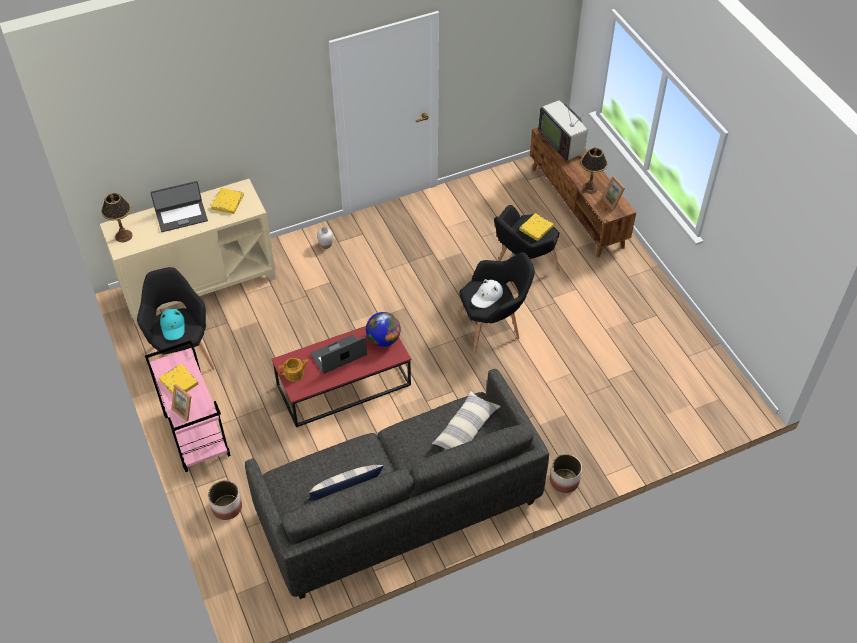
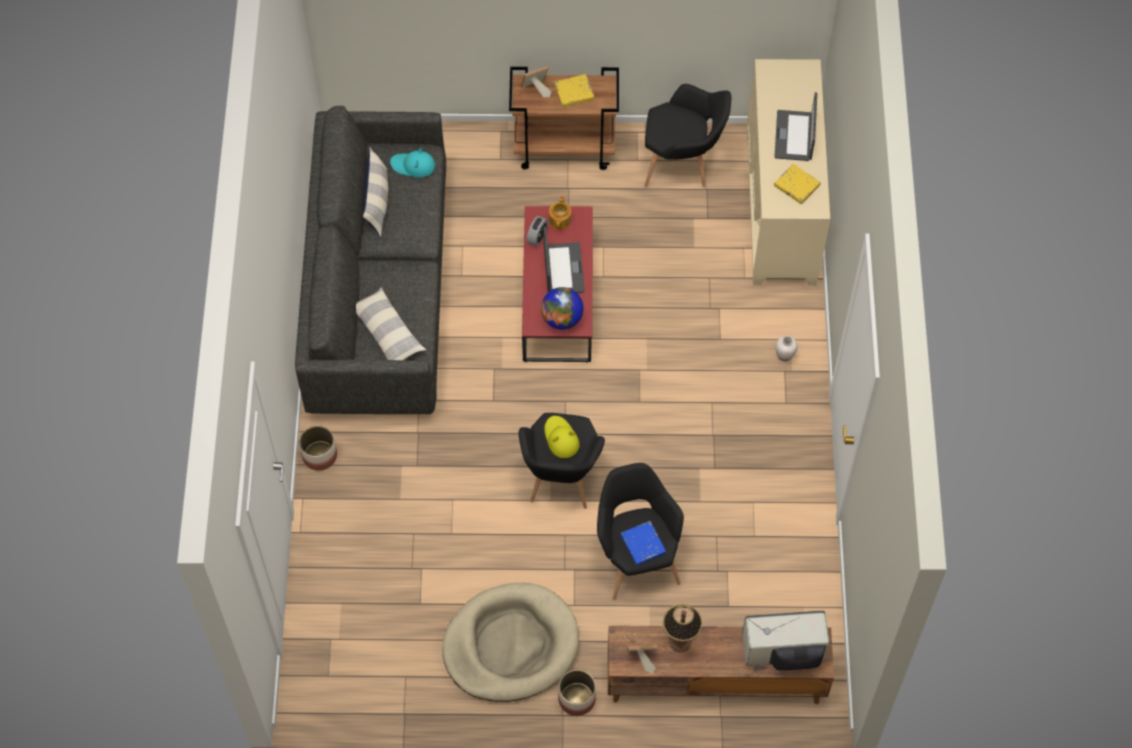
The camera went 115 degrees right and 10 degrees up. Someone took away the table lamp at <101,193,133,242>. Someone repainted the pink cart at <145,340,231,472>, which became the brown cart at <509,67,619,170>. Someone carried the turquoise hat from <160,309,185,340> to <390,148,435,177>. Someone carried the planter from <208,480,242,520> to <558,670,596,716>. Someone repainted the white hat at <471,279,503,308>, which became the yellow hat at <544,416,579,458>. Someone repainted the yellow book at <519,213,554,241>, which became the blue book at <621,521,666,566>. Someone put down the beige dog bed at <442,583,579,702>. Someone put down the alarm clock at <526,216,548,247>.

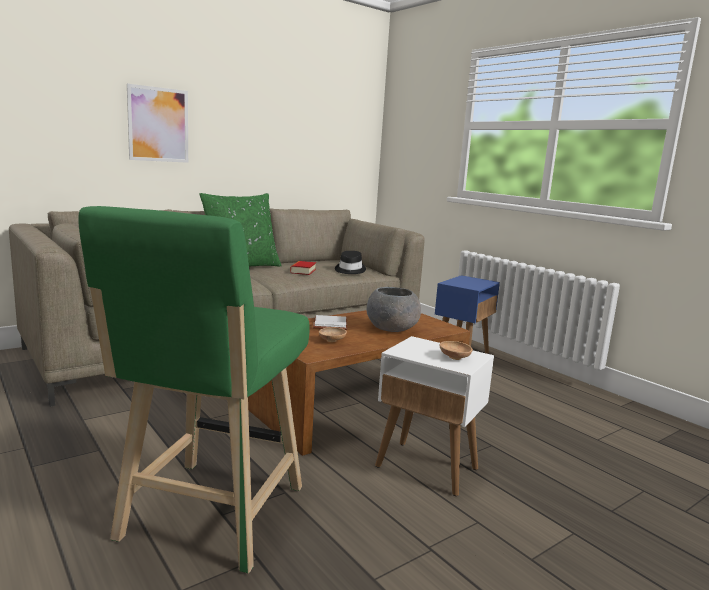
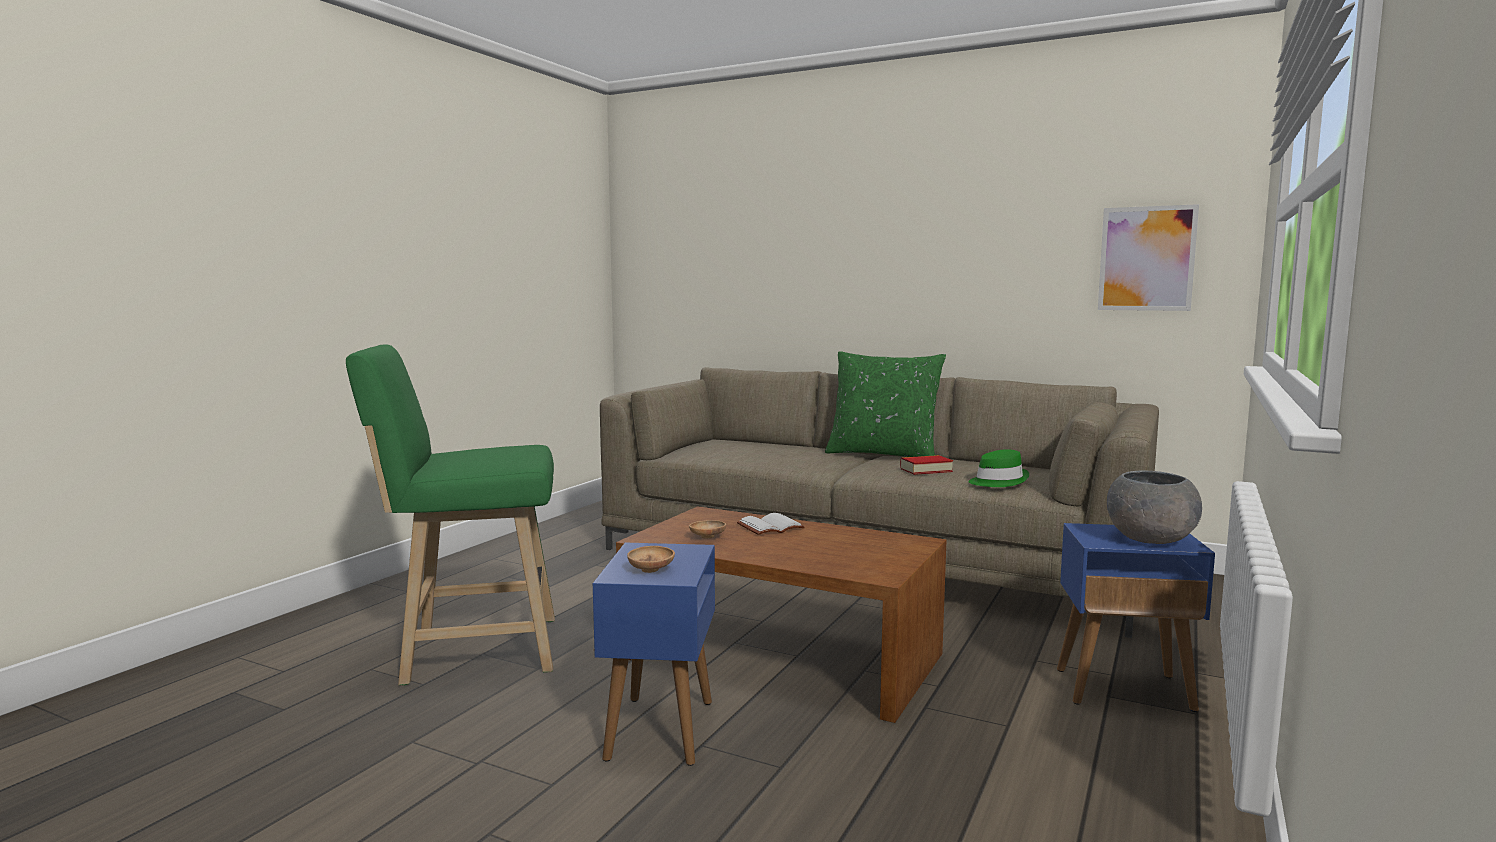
The camera went 65 degrees right and 5 degrees down. Someone carried the picture from <127,84,188,163> to <1098,204,1199,311>. Someone repainted the black hat at <335,251,366,274>, which became the green hat at <969,449,1029,487>. Someone carried the grey bowl from <366,287,421,332> to <1107,470,1202,544>. Someone repainted the white side table at <375,336,494,496>, which became the blue side table at <593,543,715,766>.

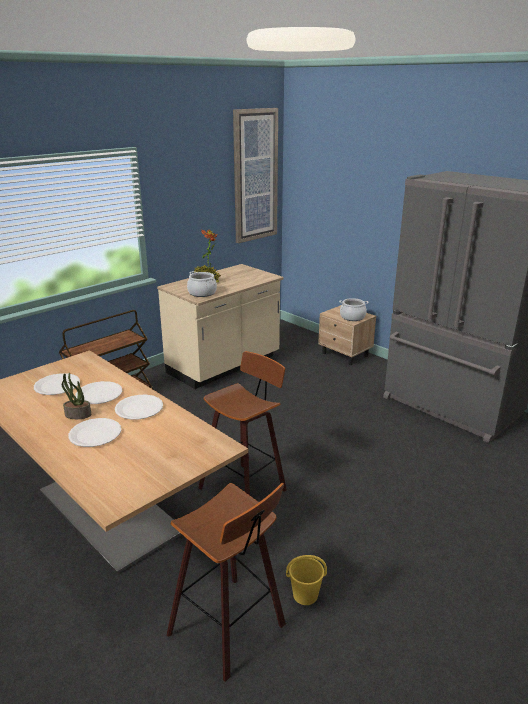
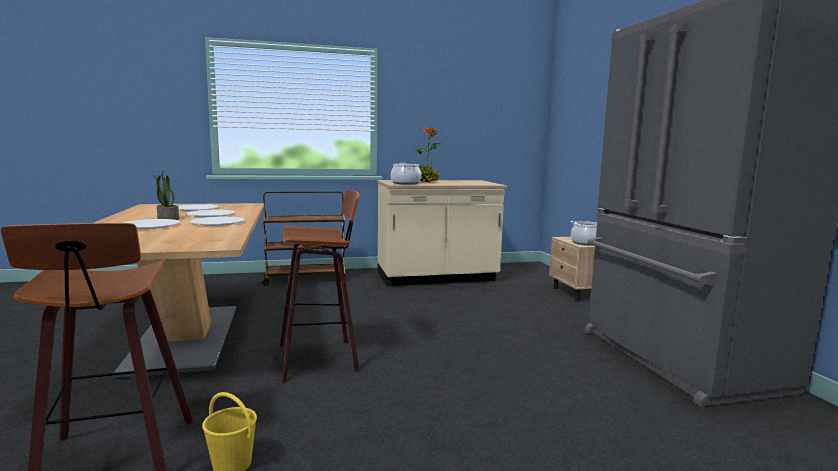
The camera went 30 degrees right and 15 degrees down. Someone took away the picture at <233,108,278,243>.

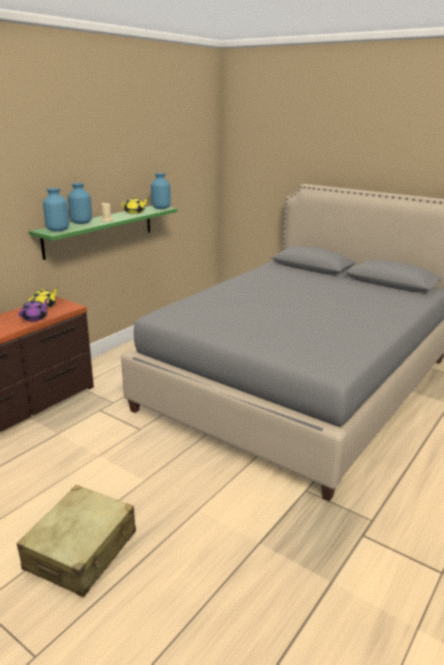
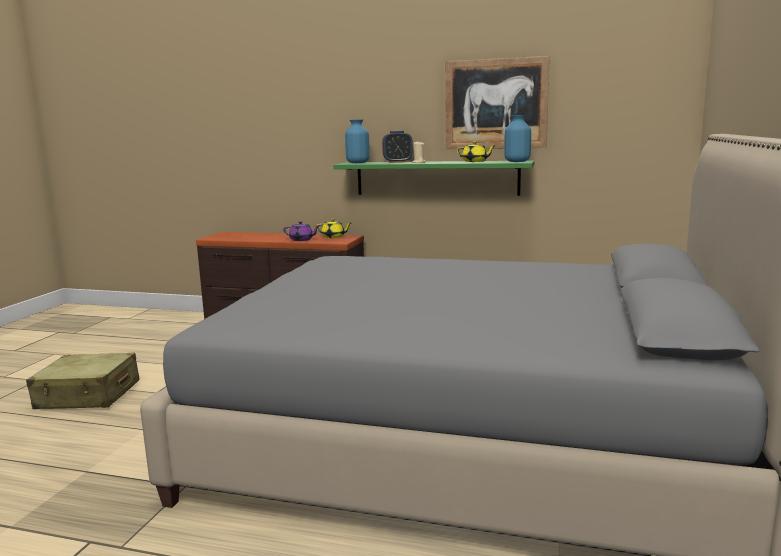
The camera went 70 degrees right and 10 degrees down. Someone swapped the blue vase at <68,183,92,224> for the alarm clock at <382,131,413,163>. Someone put up the picture at <445,56,550,149>.

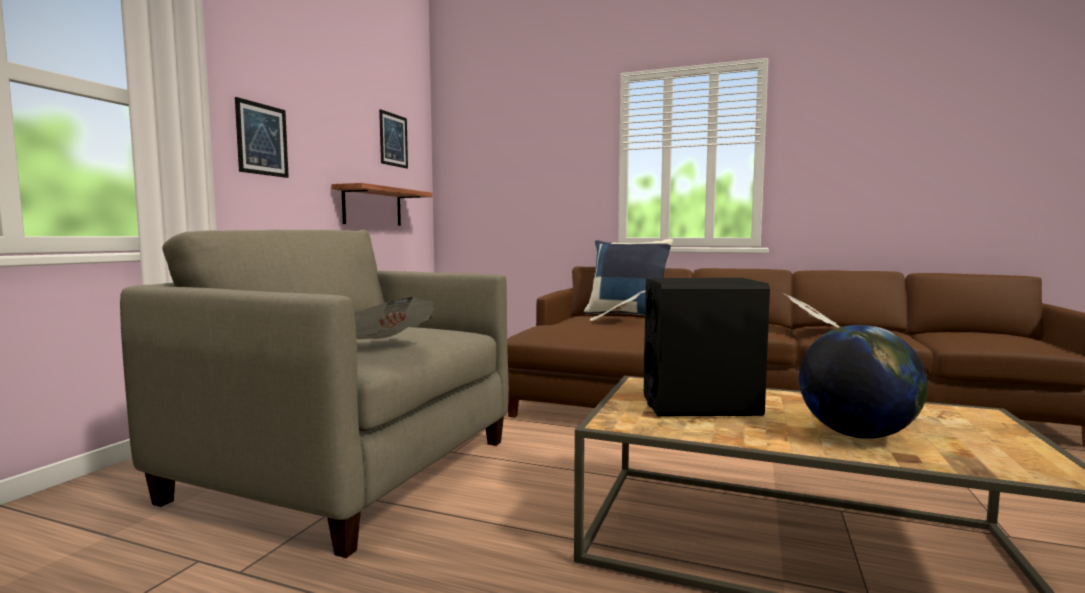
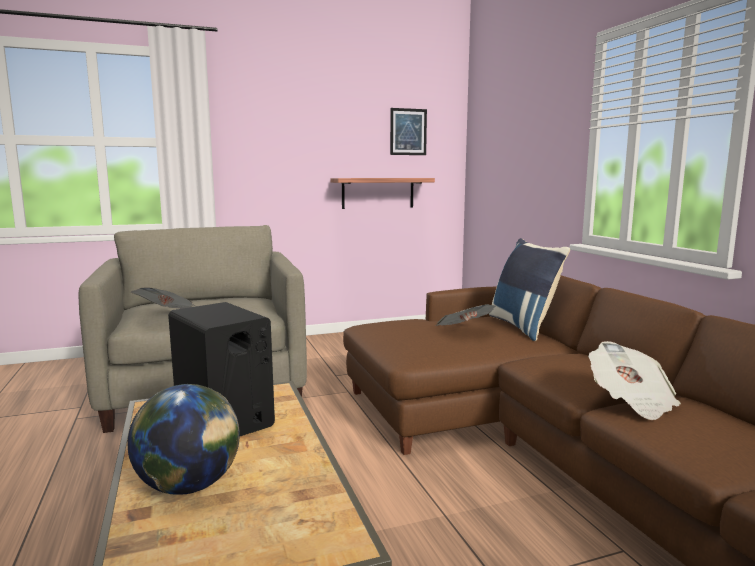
The camera went 50 degrees right and 5 degrees up. Someone took away the picture at <235,97,289,178>.

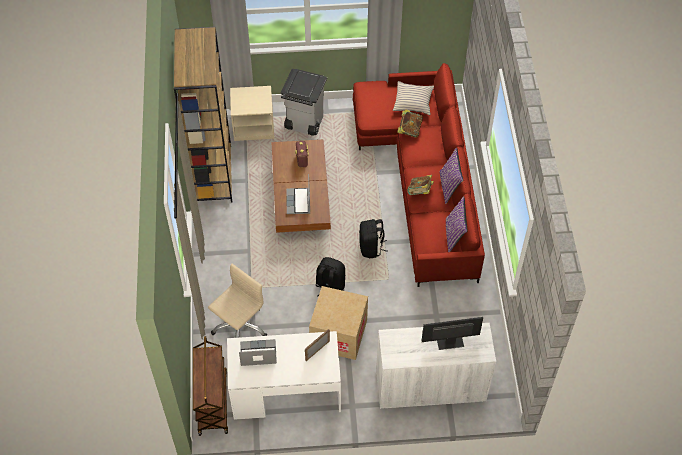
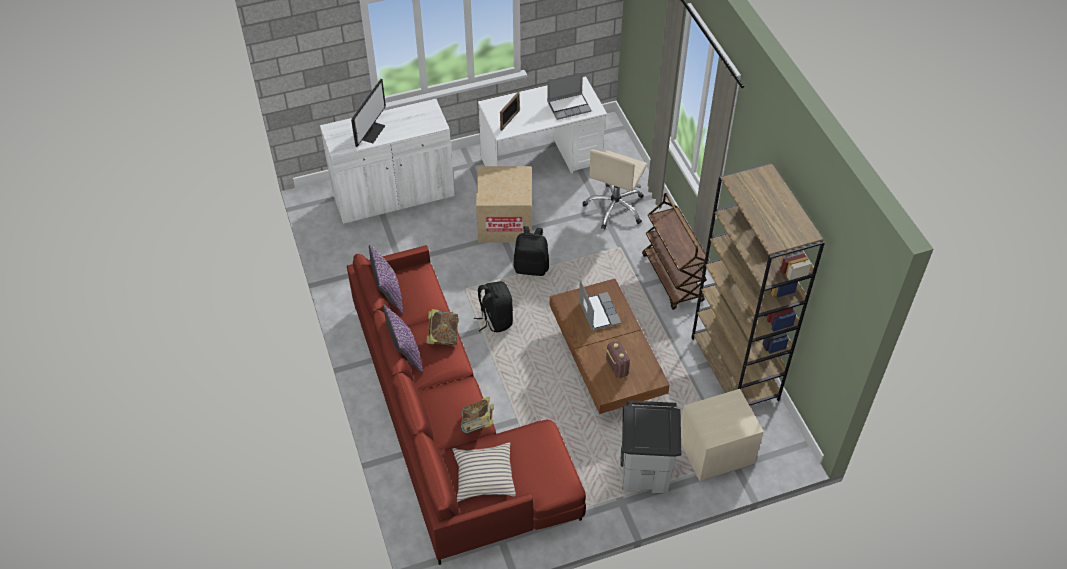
The camera went 165 degrees right and 5 degrees down. Someone carried the brown cart from <193,336,228,436> to <642,193,710,310>. Someone rotated the monitor at <422,317,483,350> by 45 degrees counterclockwise.

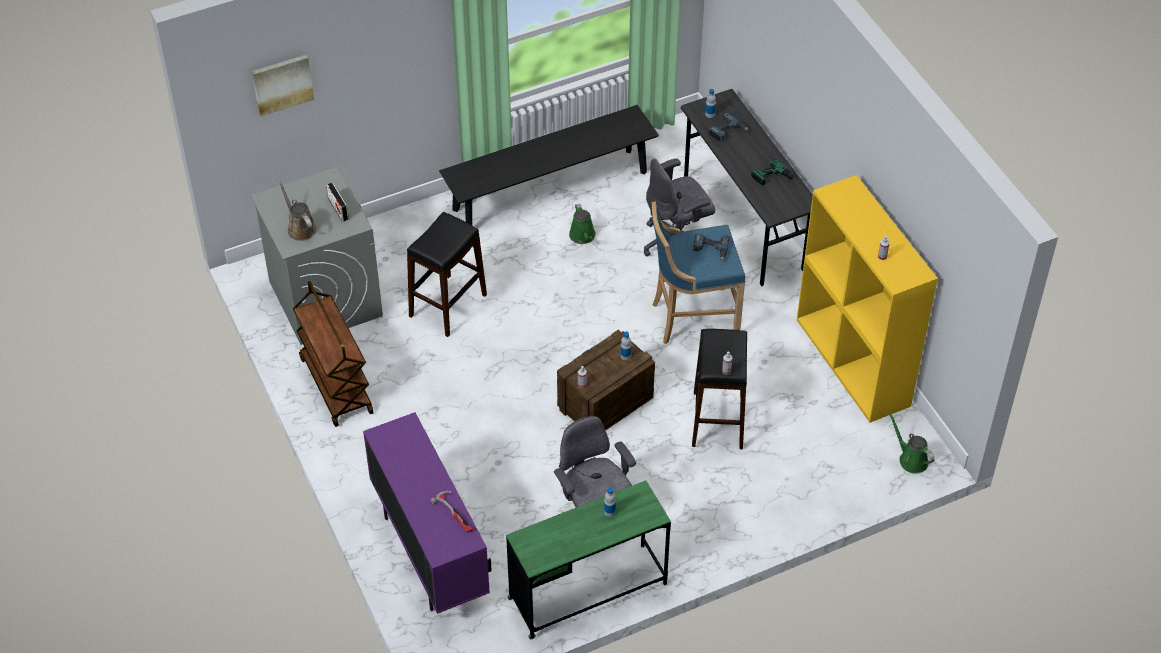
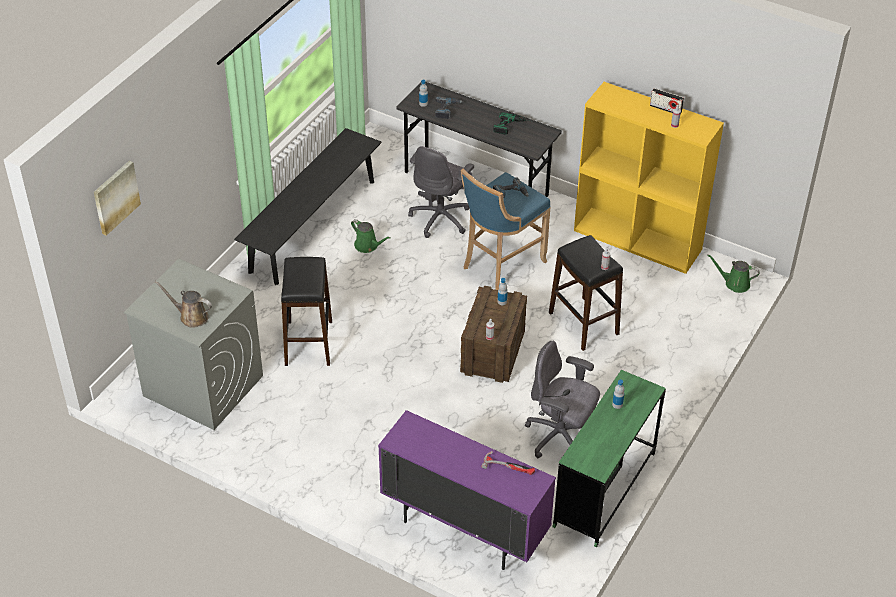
The camera went 35 degrees left and 5 degrees down. Someone took away the brown cart at <293,281,374,427>. Someone carried the radio from <326,182,349,222> to <650,88,684,114>.

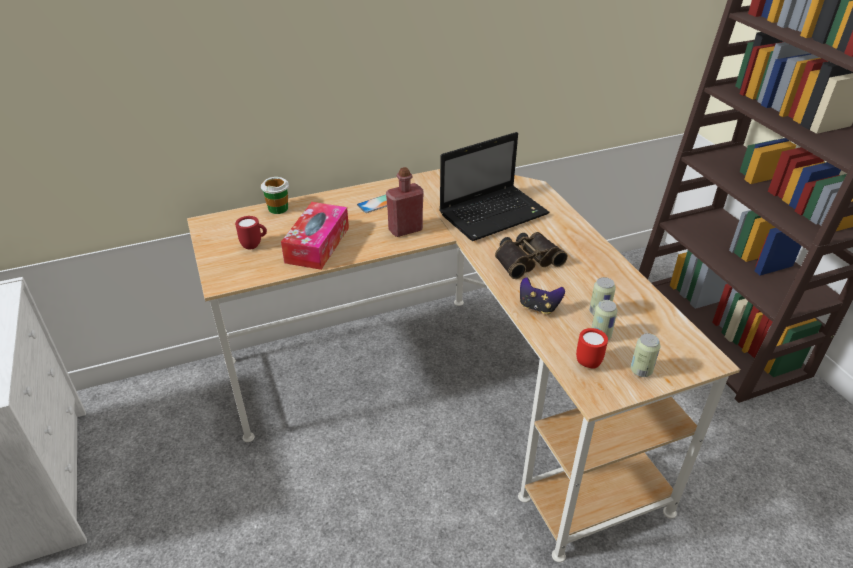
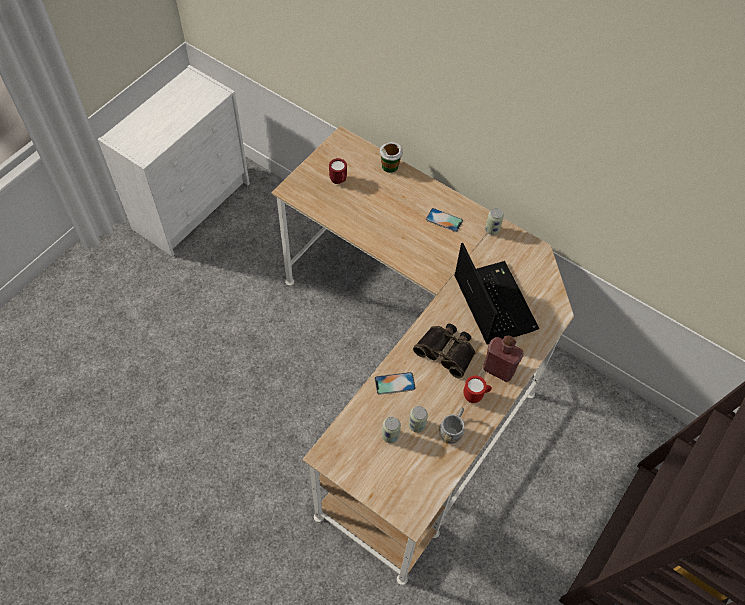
The camera went 55 degrees right and 20 degrees up. Someone took away the tissue box at <281,202,349,270>. Someone carried the red bottle from <386,167,424,237> to <483,335,523,382>. Someone rotated the laptop at <439,132,550,241> by 135 degrees counterclockwise. Someone swapped the game controller at <520,277,565,315> for the phone at <375,372,415,395>. Someone carried the red mug from <576,328,608,369> to <463,375,492,403>. Someone carried the can from <631,333,660,377> to <485,208,504,235>. Someone put down the grey mug at <439,408,464,444>.

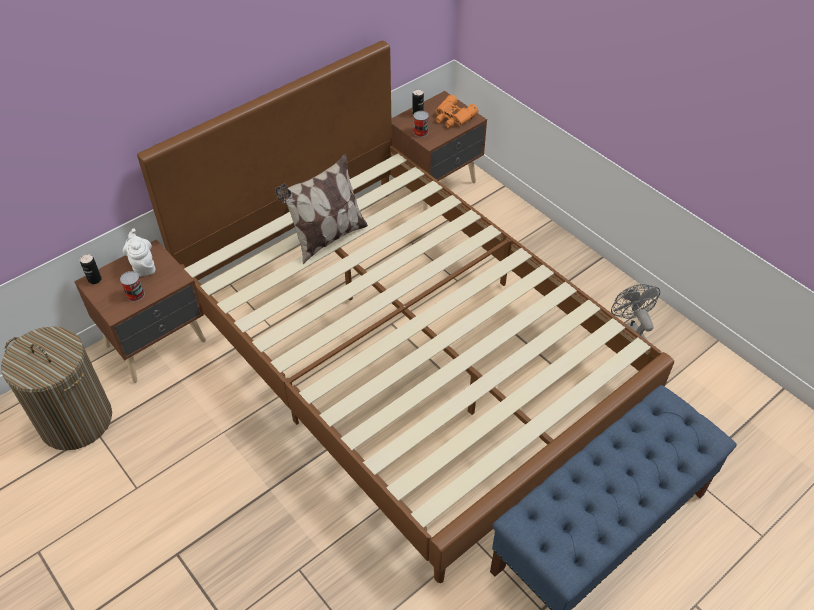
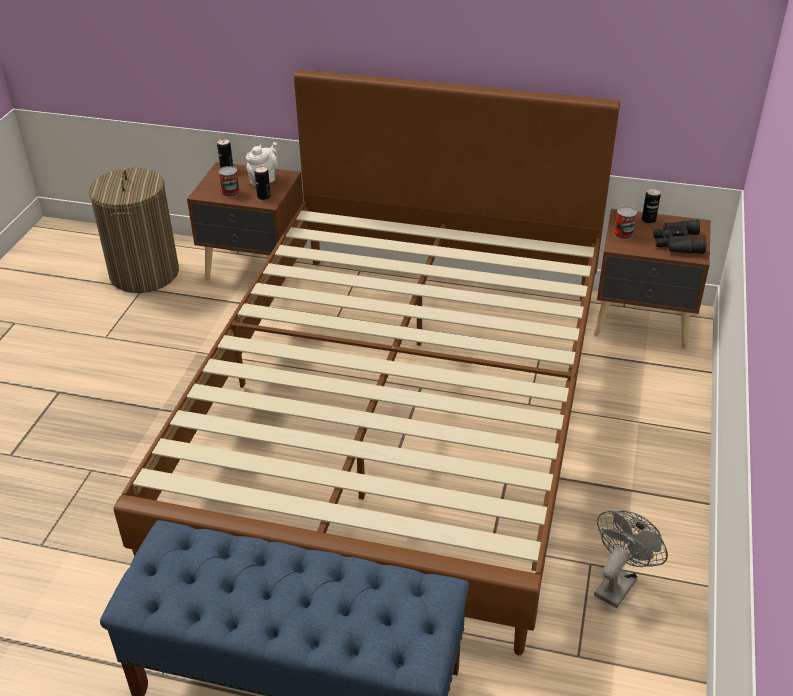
The camera went 55 degrees right and 10 degrees down. Someone took away the pillow at <275,154,368,264>. Someone repainted the orange binoculars at <435,94,478,128>, which became the black binoculars at <653,219,706,254>. Someone put down the can at <254,166,271,200>.

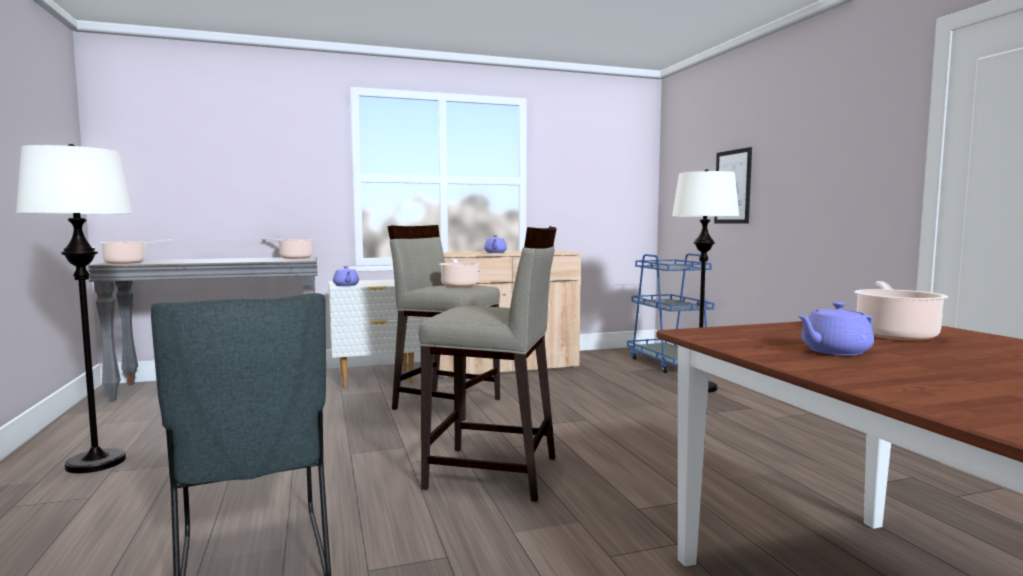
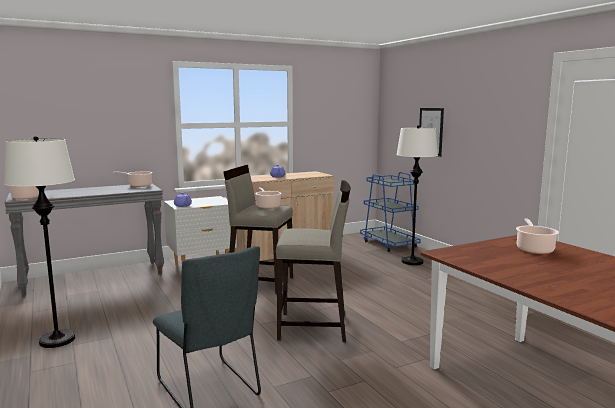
The camera went 10 degrees left and 5 degrees up. Someone took away the purple teapot at <798,302,874,356>.

